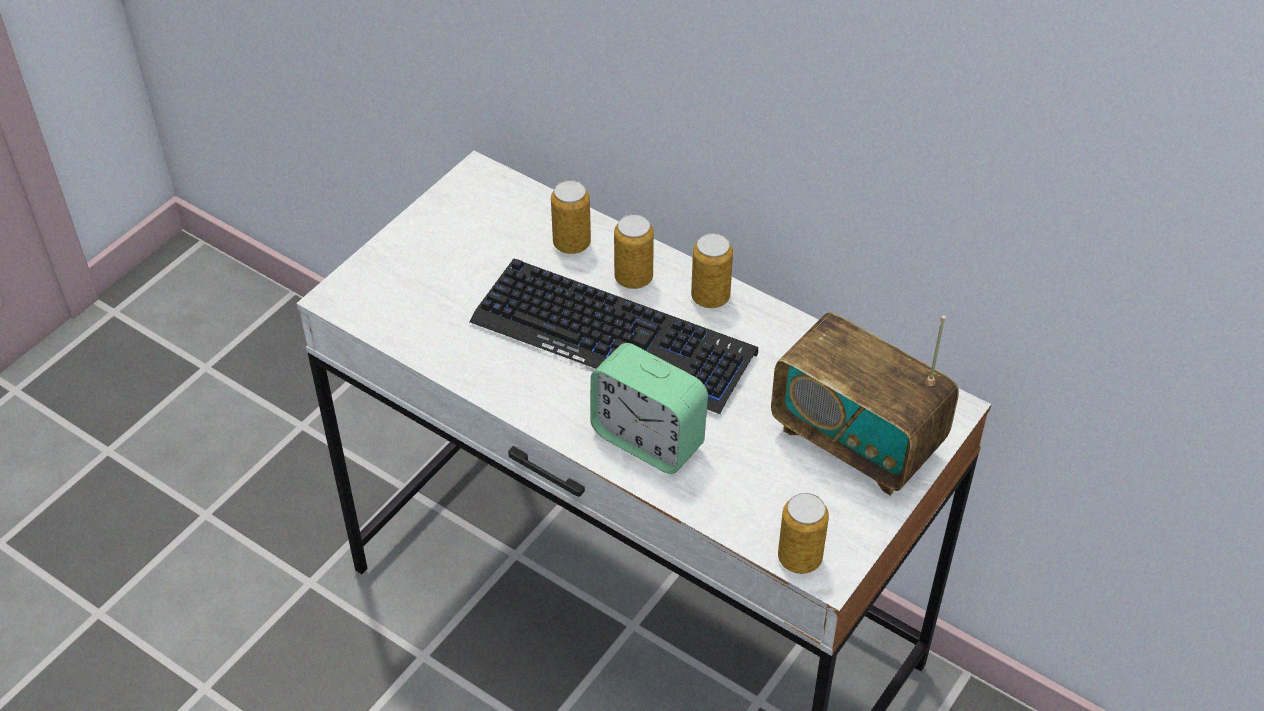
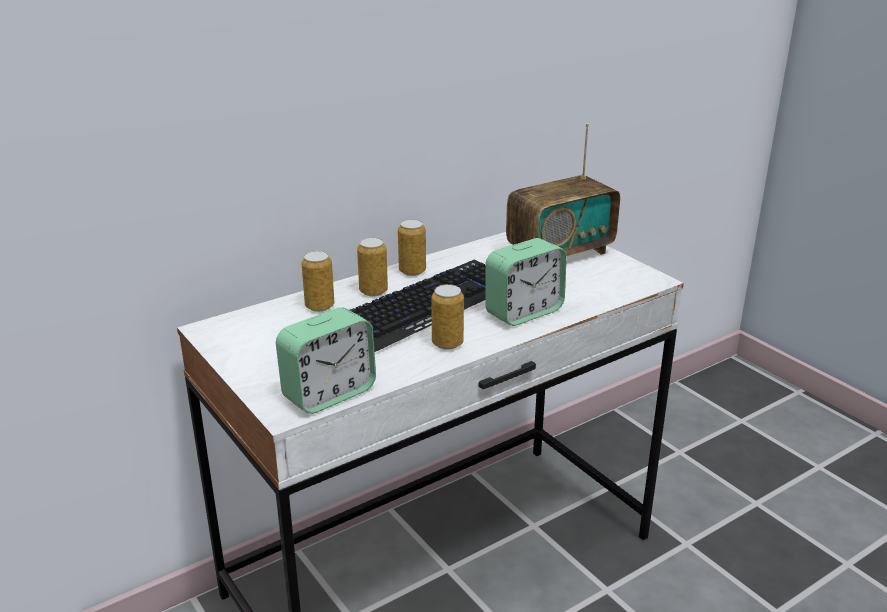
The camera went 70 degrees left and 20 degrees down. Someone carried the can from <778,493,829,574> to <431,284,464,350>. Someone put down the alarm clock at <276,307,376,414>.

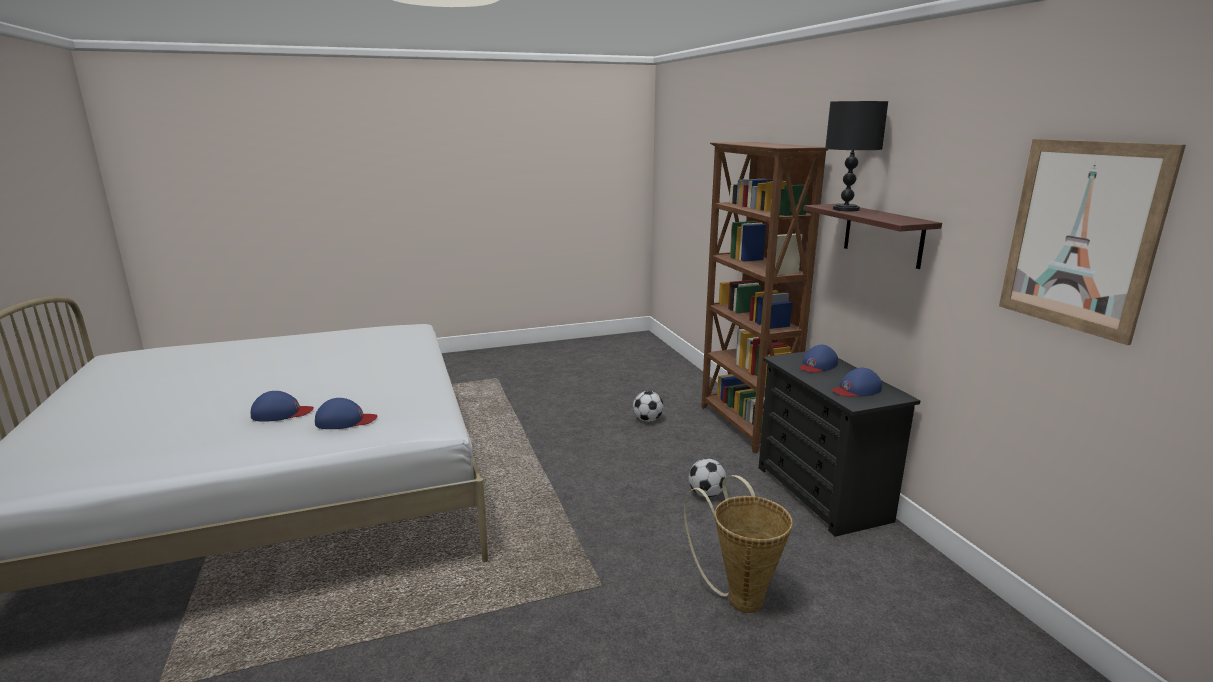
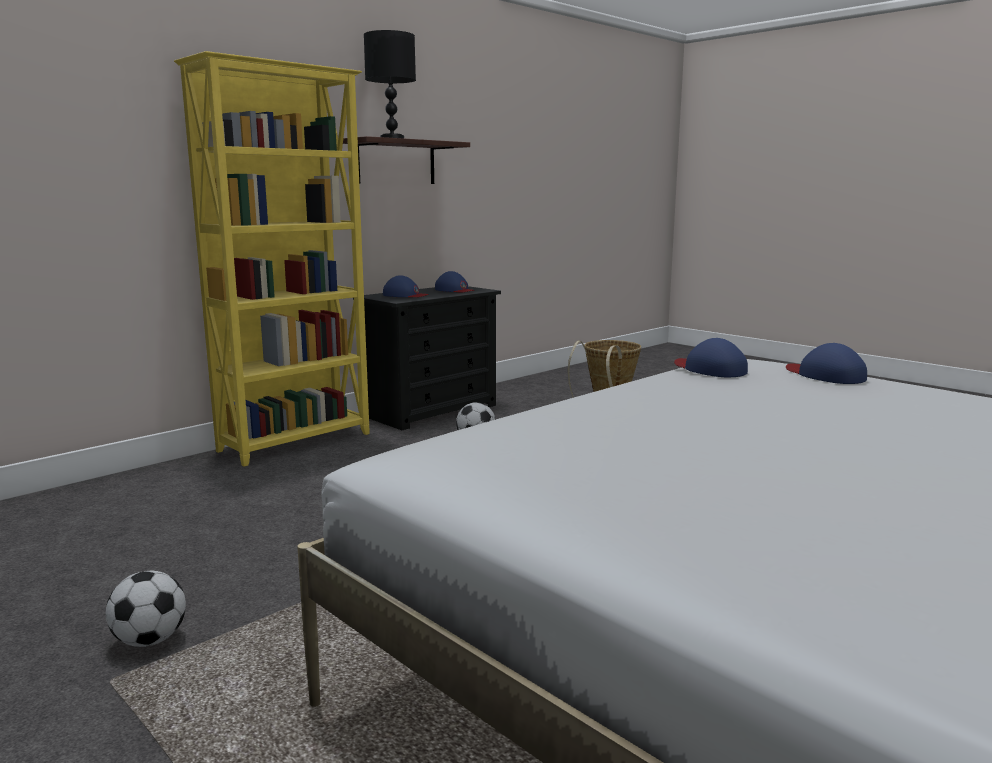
The camera went 115 degrees left and 5 degrees down. Someone carried the blue cap from <251,391,314,422> to <674,338,748,377>. Someone carried the football from <633,391,664,422> to <106,571,186,647>. Someone repainted the brown bookcase at <701,142,828,453>, which became the yellow bookcase at <174,51,370,466>. Someone took away the picture at <999,139,1186,345>.

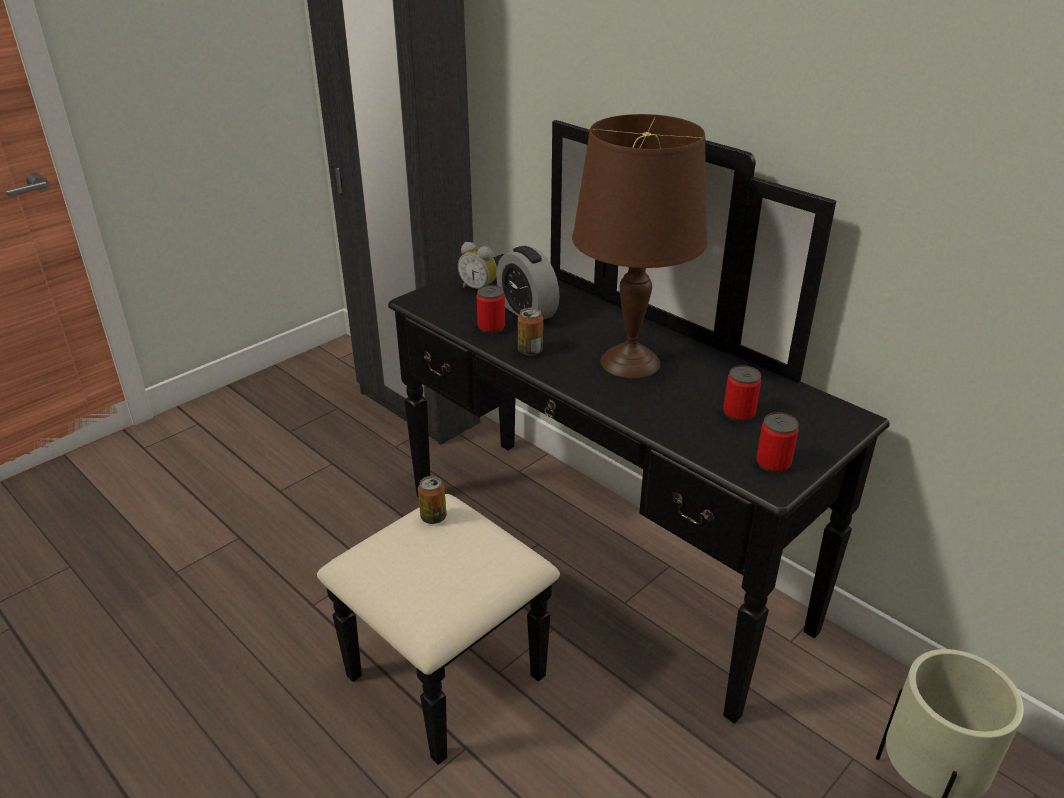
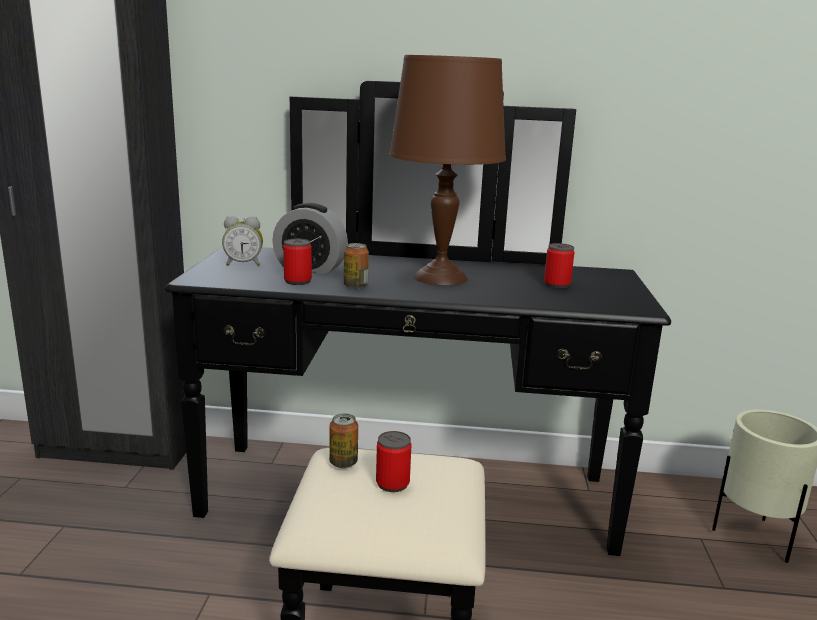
The camera went 40 degrees left and 15 degrees down. Someone carried the can from <756,412,799,473> to <376,431,411,492>.

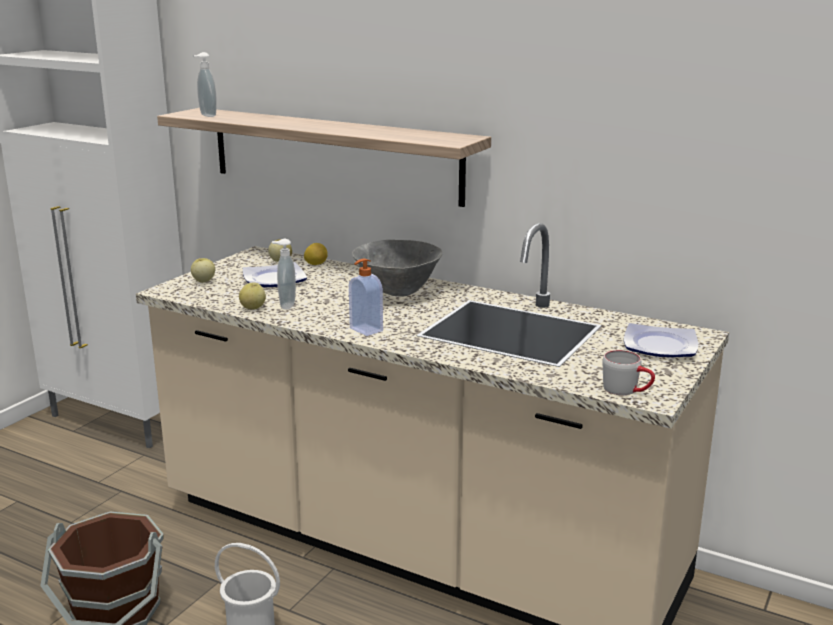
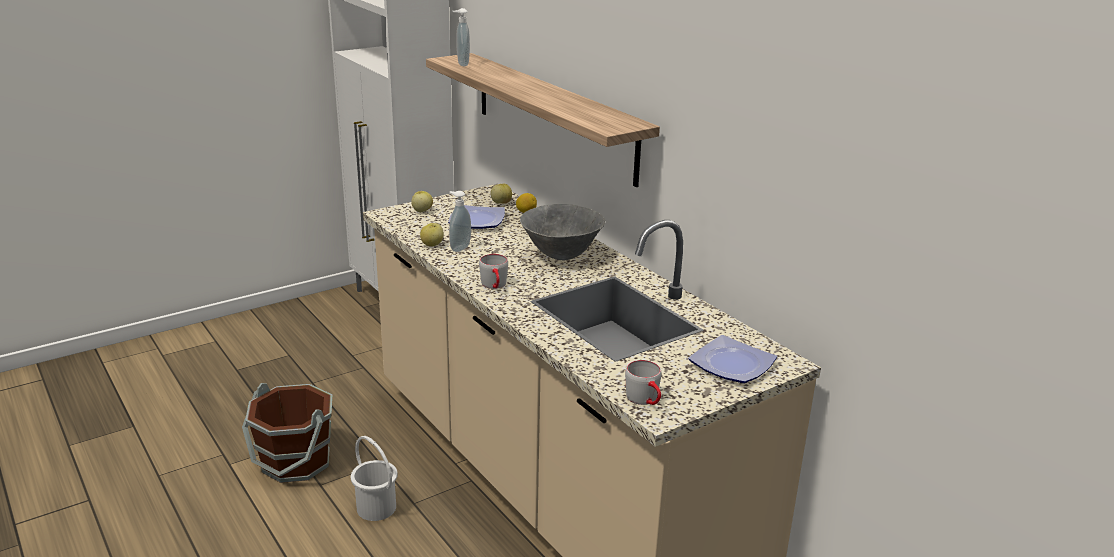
The camera went 25 degrees right and 5 degrees up. Someone swapped the soap dispenser at <349,258,383,336> for the grey mug at <479,254,508,289>.

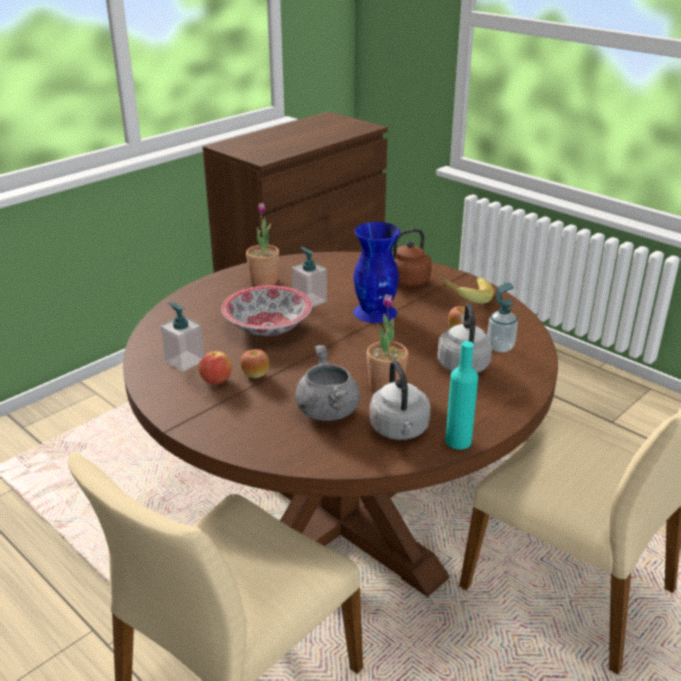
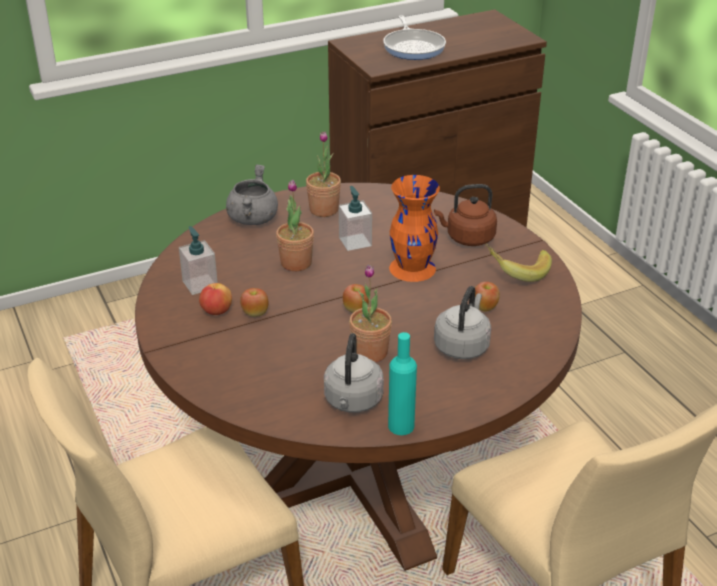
The camera went 20 degrees right and 5 degrees up. Someone swapped the bowl at <222,285,312,336> for the potted plant at <276,180,314,271>. Someone carried the grey cooking pot from <295,345,360,421> to <226,164,278,225>. Someone repainted the blue vase at <353,222,400,323>, which became the orange vase at <389,175,440,282>. Someone took away the soap dispenser at <487,282,518,352>. Someone put down the apple at <343,284,369,313>. Someone put down the frying pan at <383,15,446,60>.

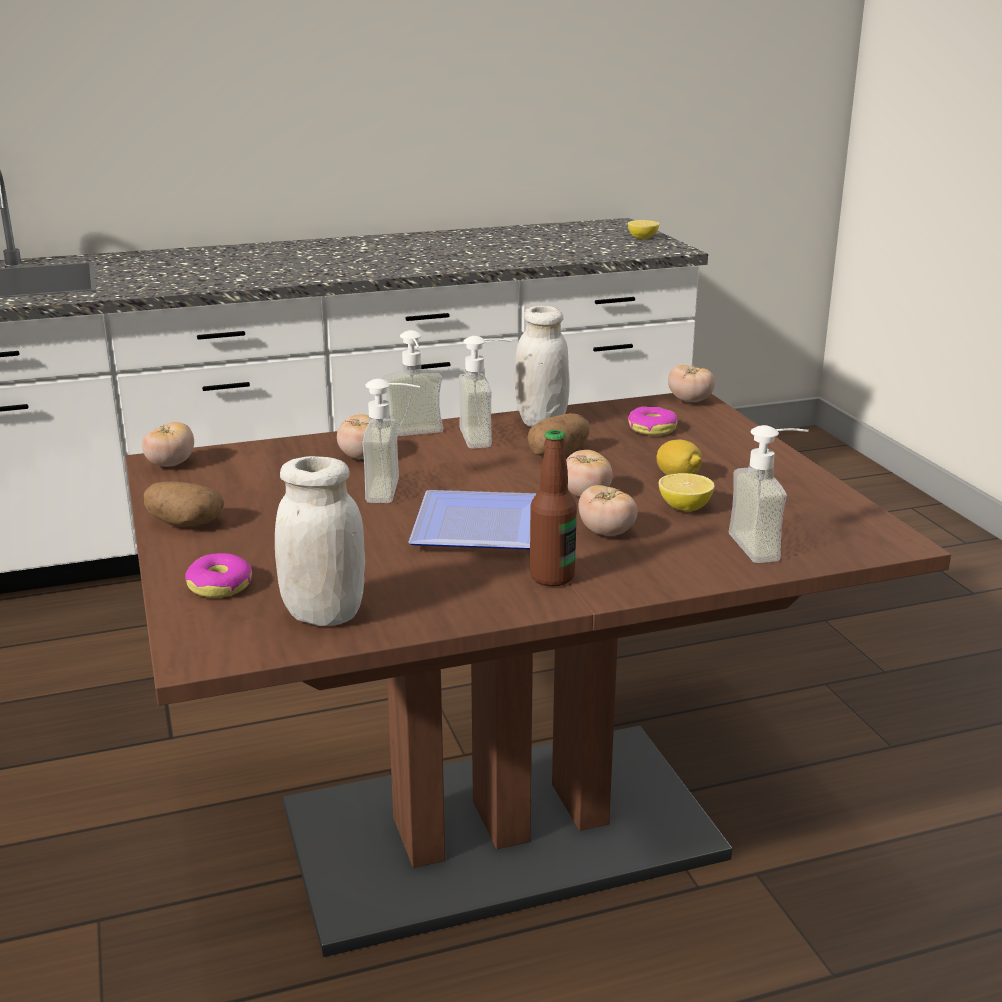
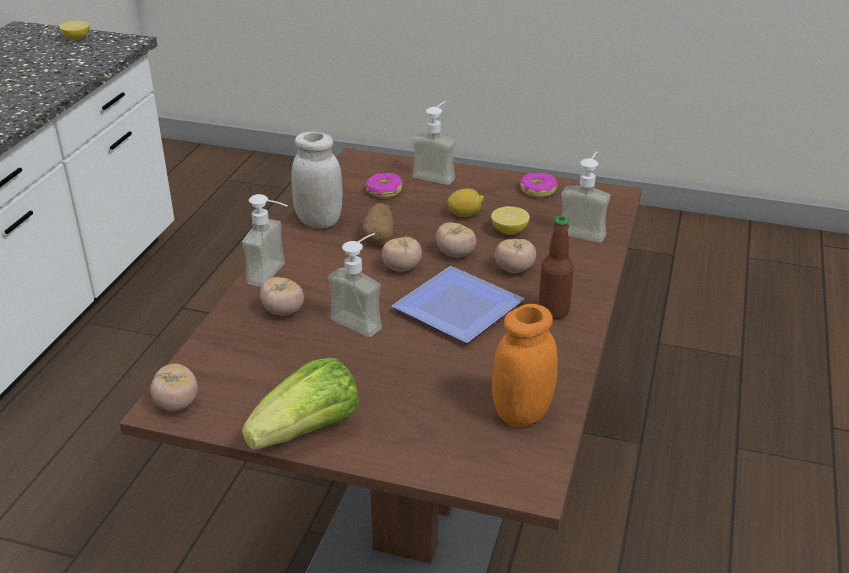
The camera went 55 degrees left and 10 degrees up. Someone swapped the potato at <144,482,224,527> for the lettuce at <242,357,359,450>. Someone carried the donut from <186,553,252,598> to <520,173,558,197>. Someone repainted the white jar at <275,456,365,626>, which became the orange jar at <492,304,558,427>. Someone carried the soap dispenser from <459,336,512,449> to <412,101,456,185>. Someone carried the tomato from <668,365,715,402> to <382,237,422,272>.

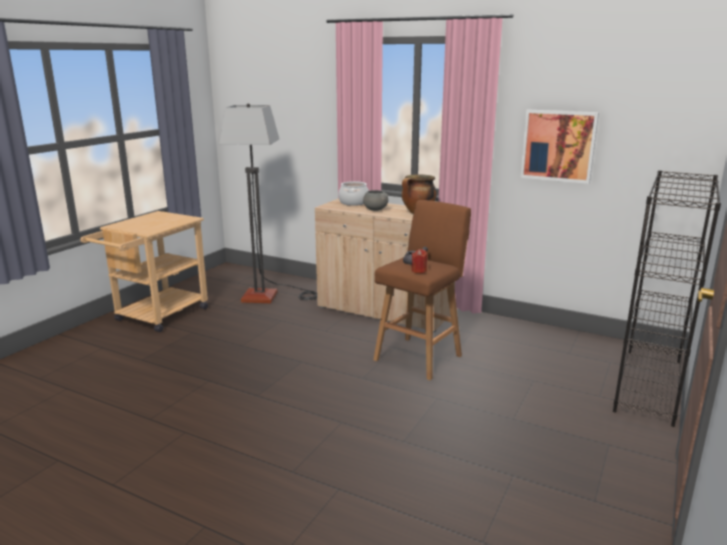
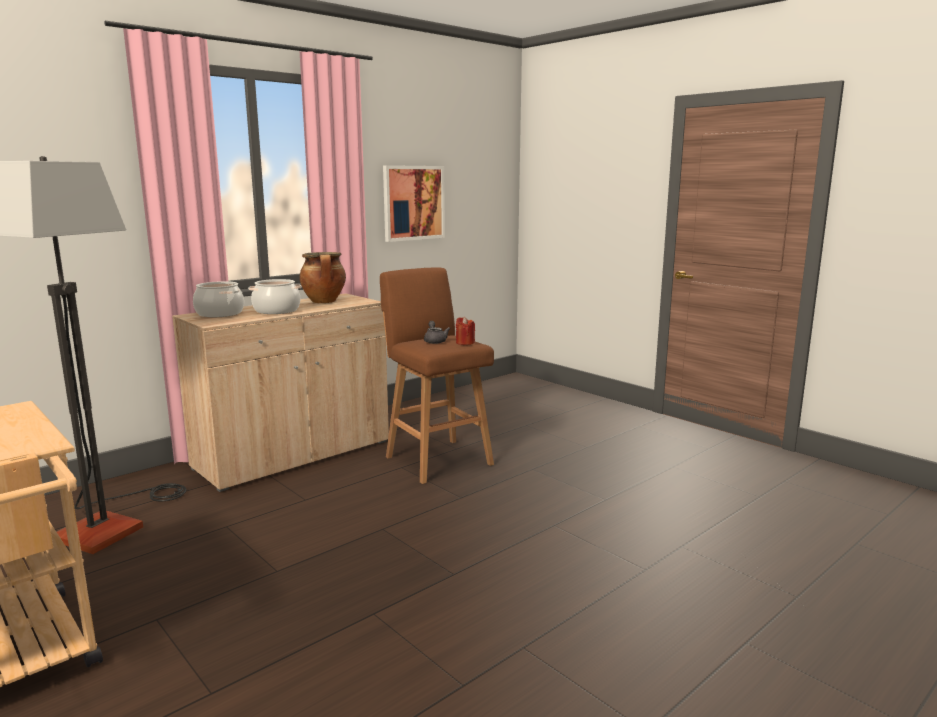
The camera went 70 degrees left and 5 degrees down. Someone swapped the grey bowl at <363,190,388,211> for the cooking pot at <248,279,302,314>. Someone took away the black bookcase at <613,170,721,427>.

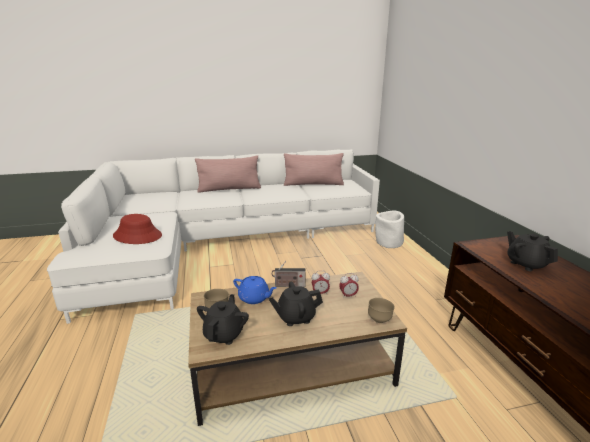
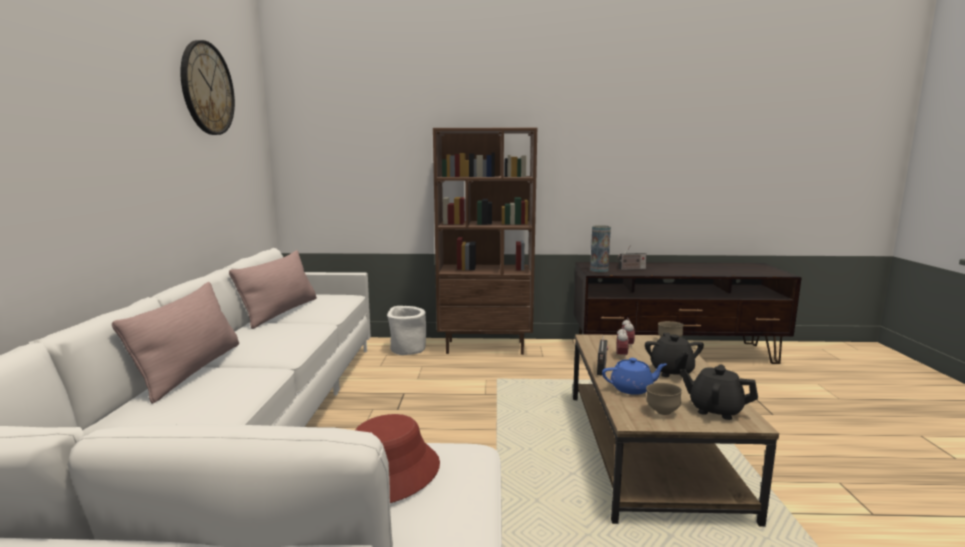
The camera went 75 degrees left and 10 degrees down. Someone rotated the blue teapot at <233,276,277,304> by 45 degrees clockwise. Someone swapped the black teapot at <507,231,558,271> for the radio at <618,245,647,270>. Someone put up the wall clock at <180,40,235,135>. Someone put down the brown bookcase at <433,128,537,355>. Someone put down the vase at <590,225,611,272>.

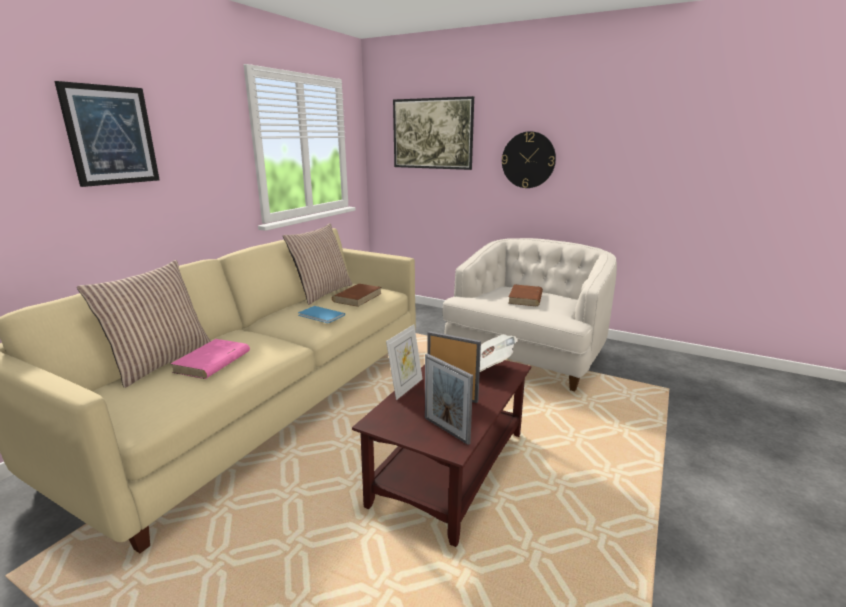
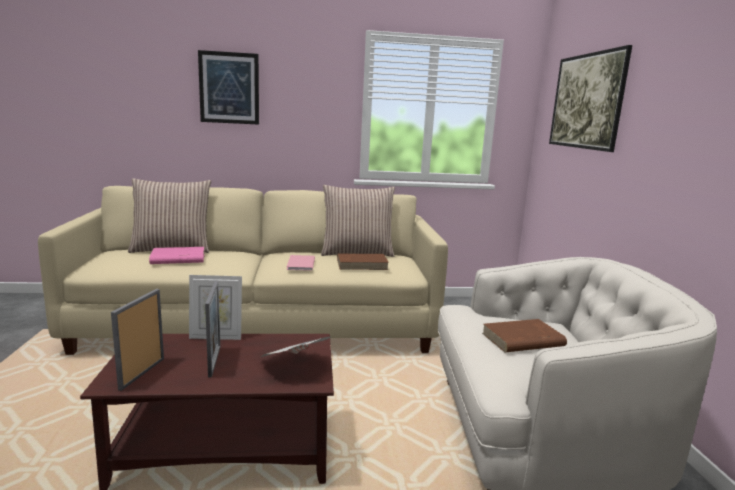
The camera went 55 degrees right and 5 degrees down. Someone repainted the blue book at <298,306,345,323>, which became the pink book at <286,255,315,271>. Someone took away the wall clock at <502,131,556,188>.

